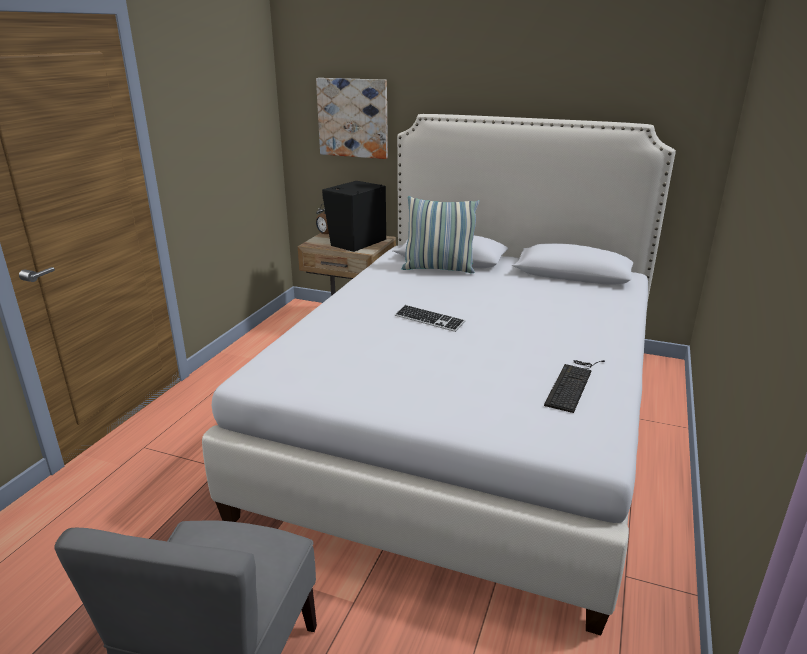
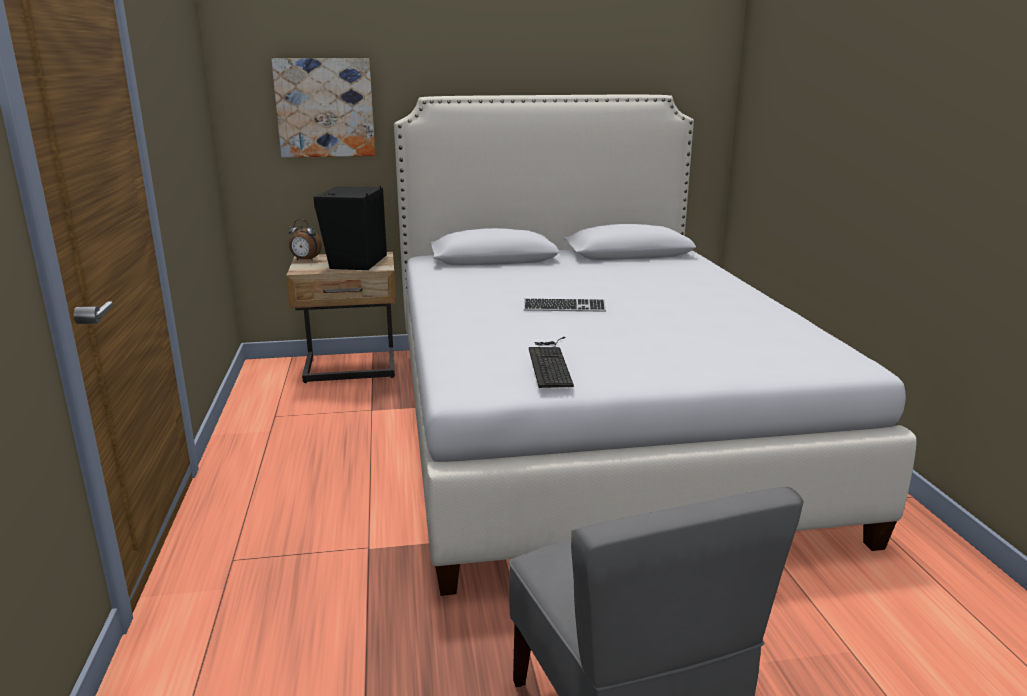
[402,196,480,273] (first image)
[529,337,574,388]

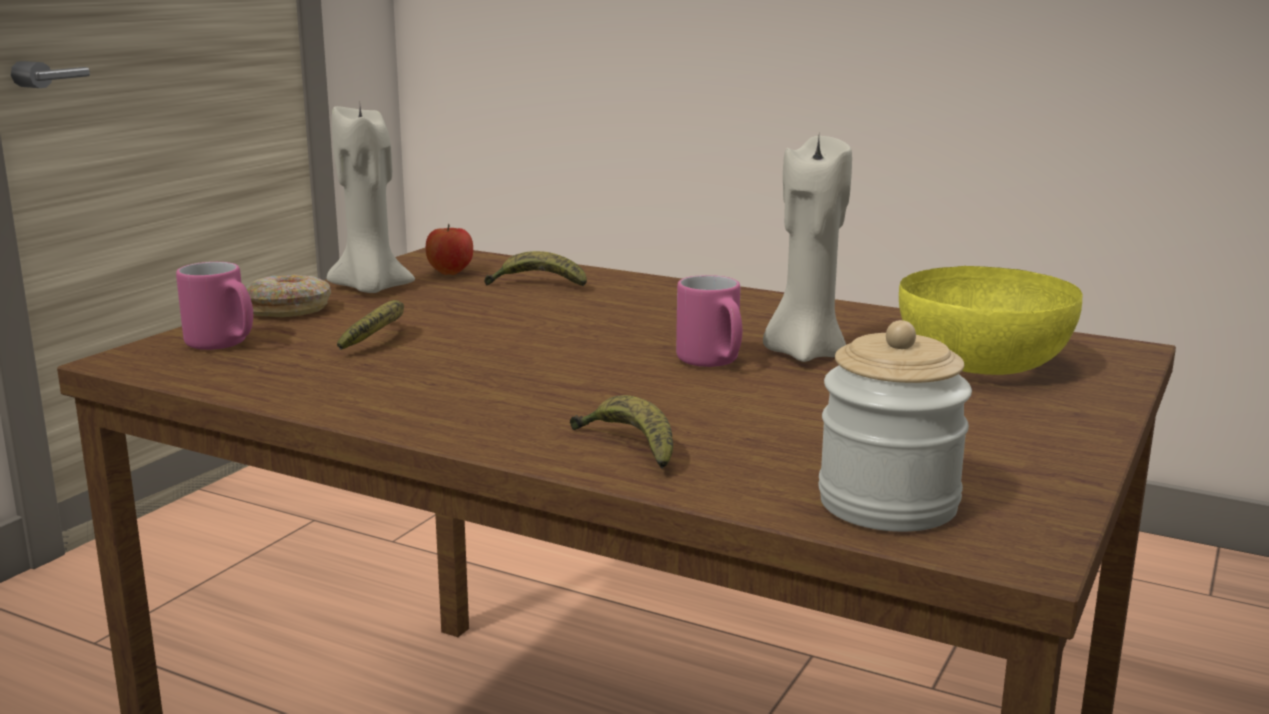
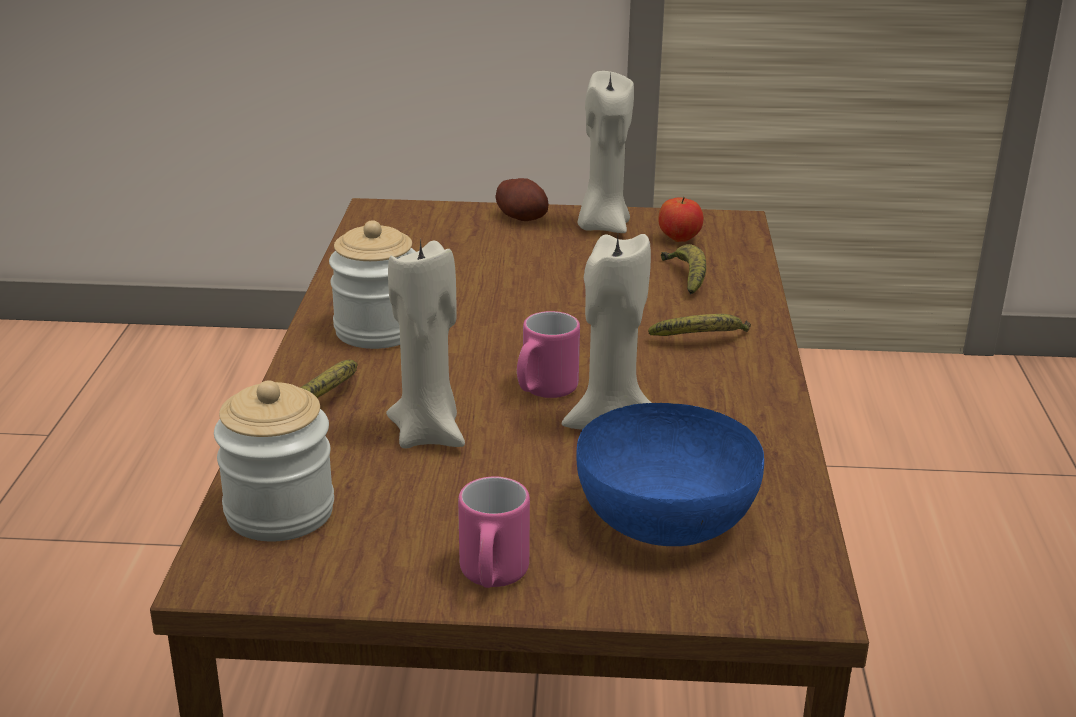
[458,476,530,588]
[495,178,549,221]
[648,314,751,336]
[576,403,764,546]
[329,220,416,349]
[386,239,465,449]

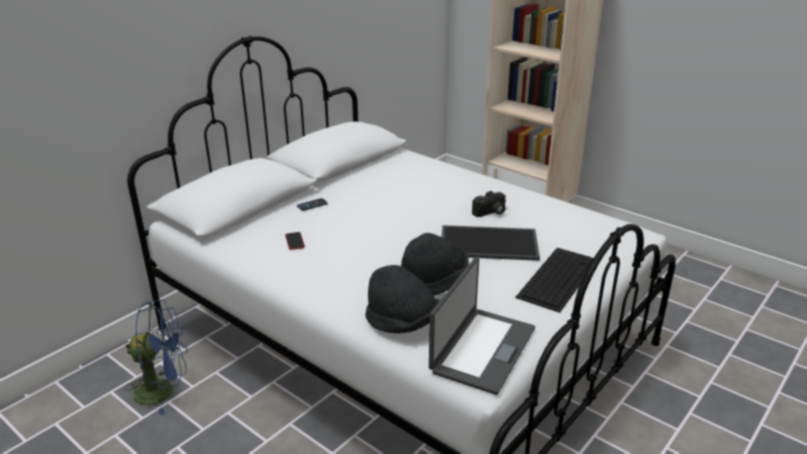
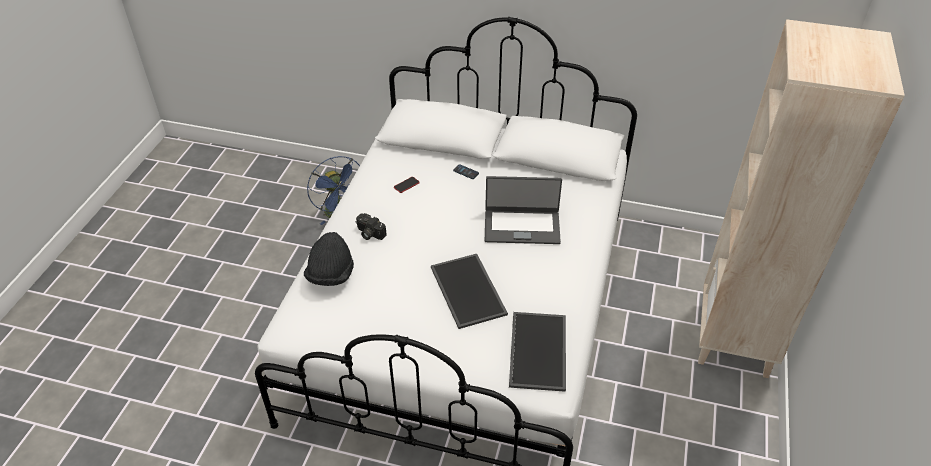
[401,233,469,296] (first image)
[485,176,562,244]
[356,213,387,240]
[515,248,594,313] (first image)
[509,312,566,392]

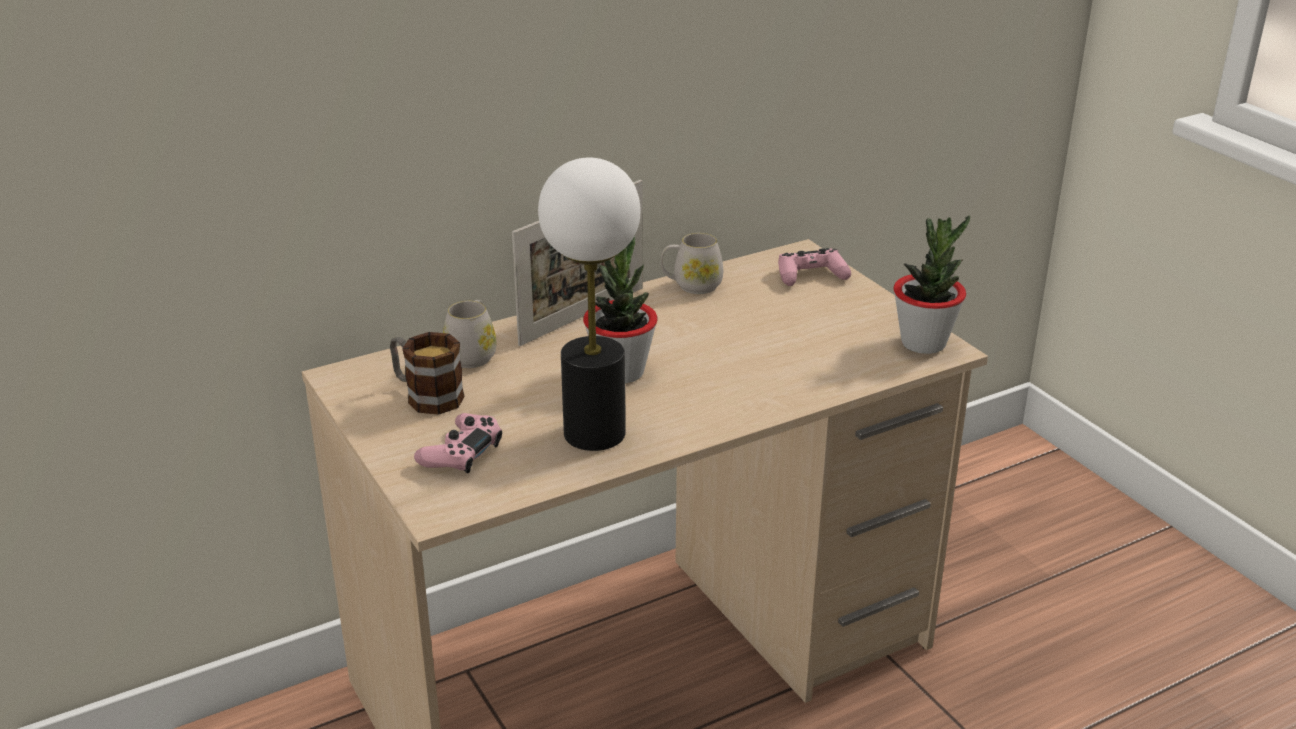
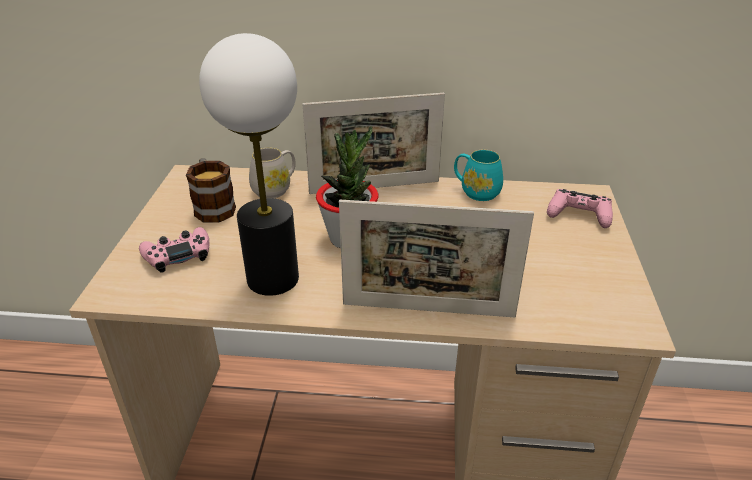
[454,150,503,201]
[894,215,970,354] (first image)
[339,200,534,317]

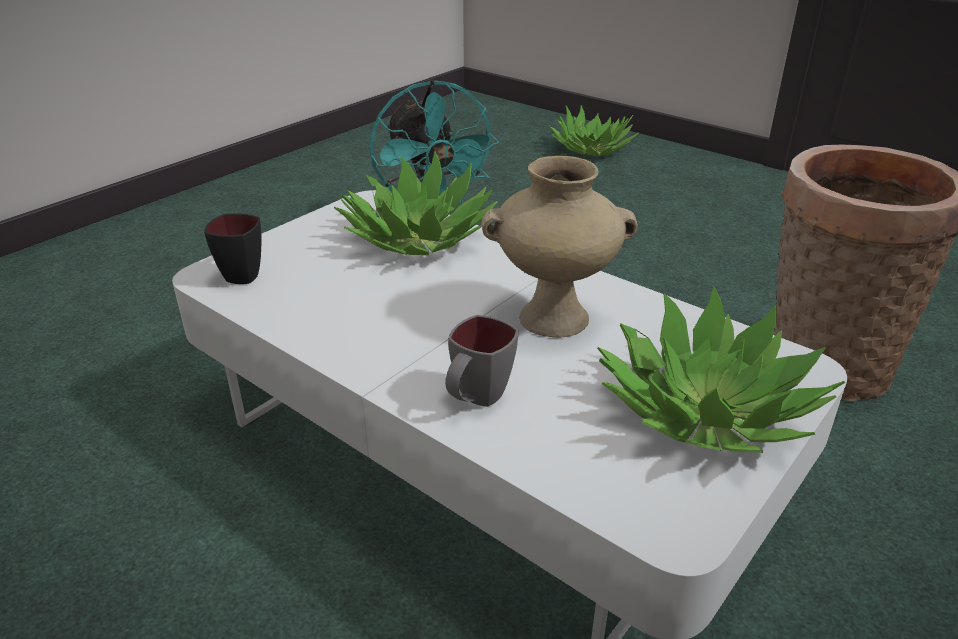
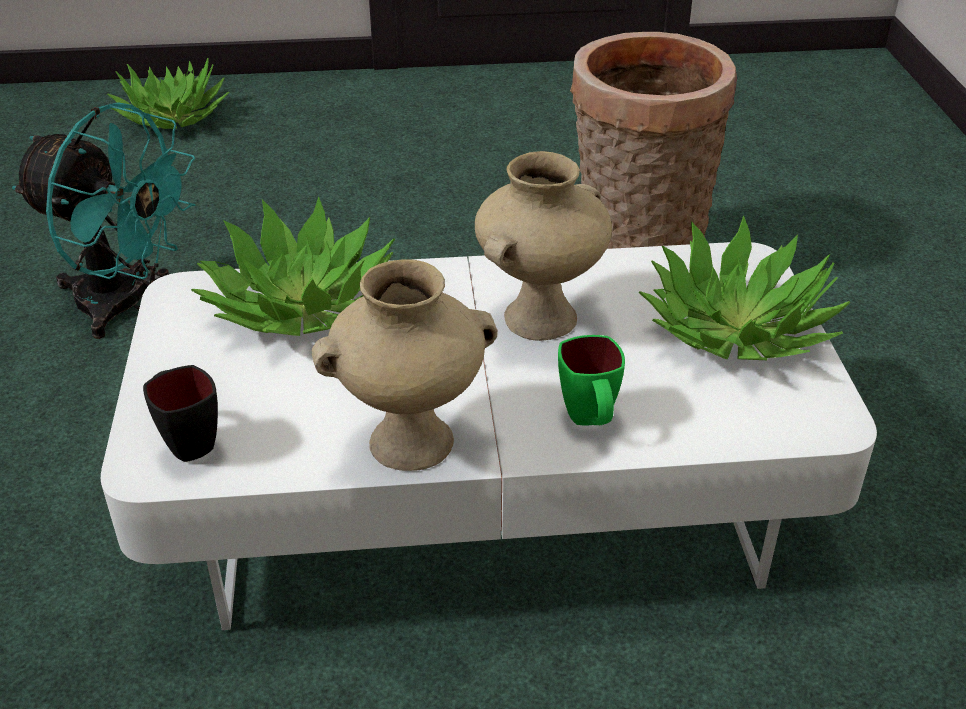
[558,335,625,426]
[312,259,497,471]

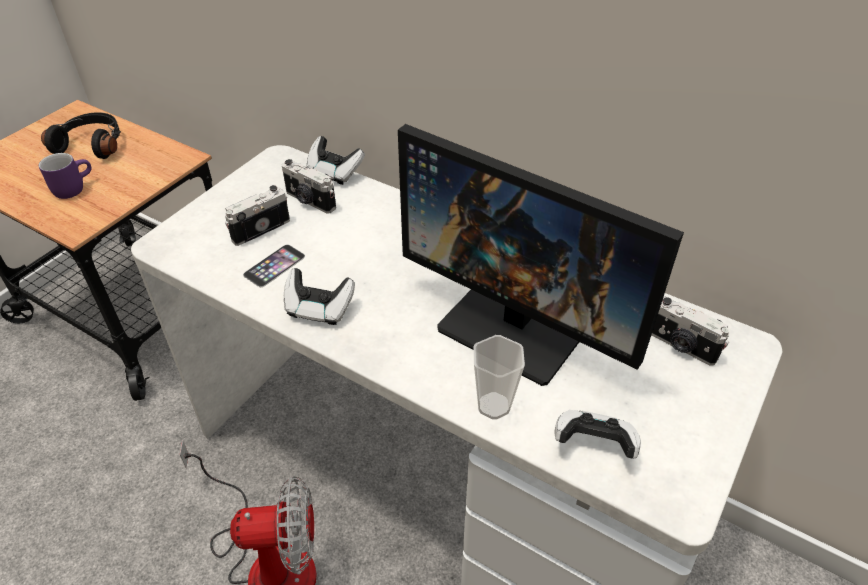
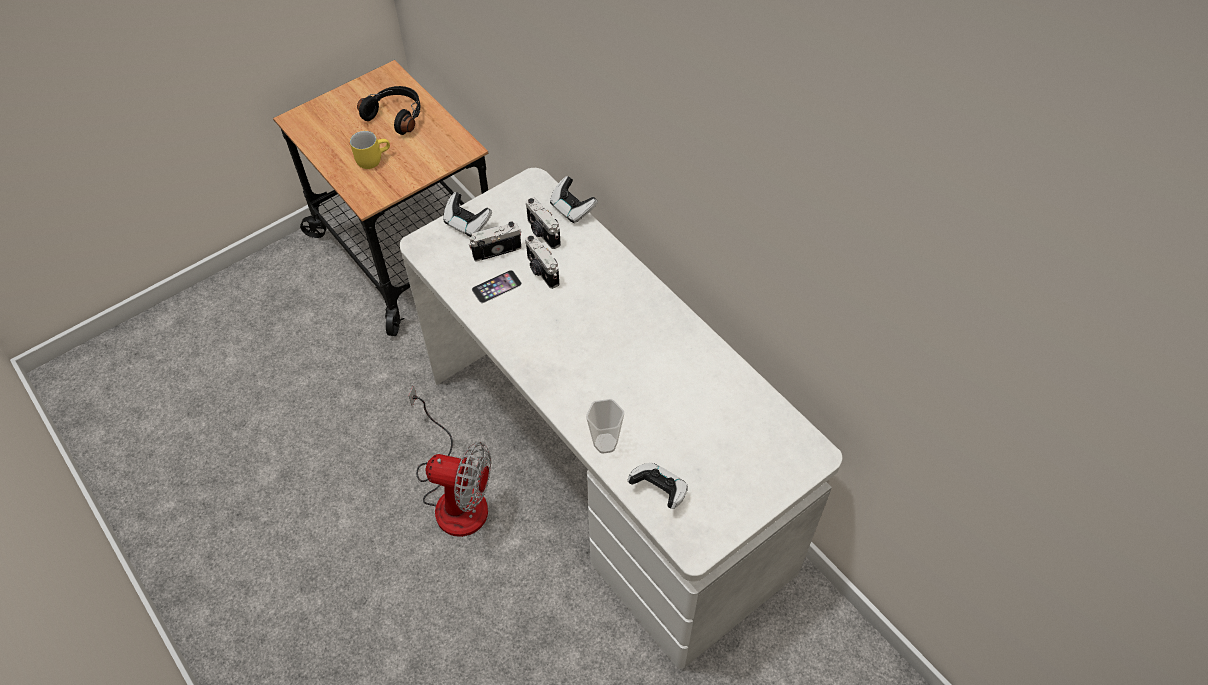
[350,131,390,169]
[443,192,492,237]
[398,124,684,386] (first image)
[525,234,559,289]

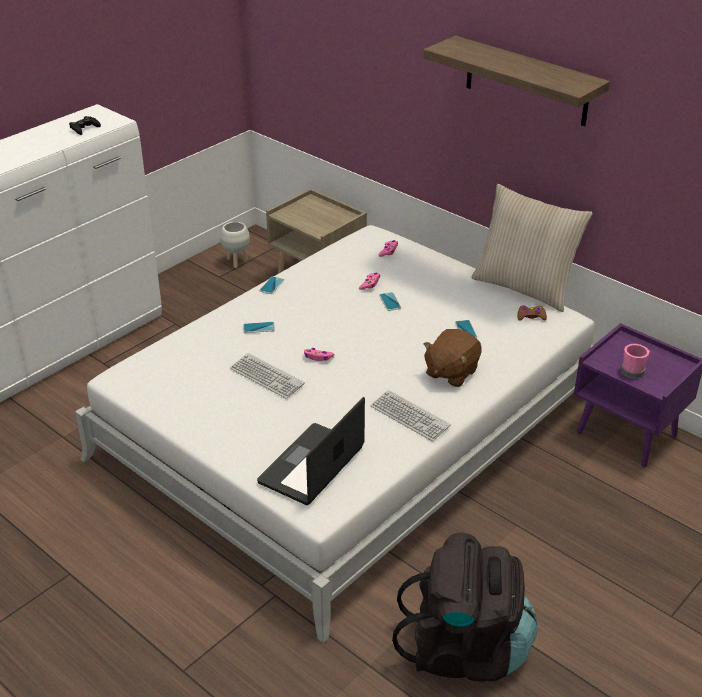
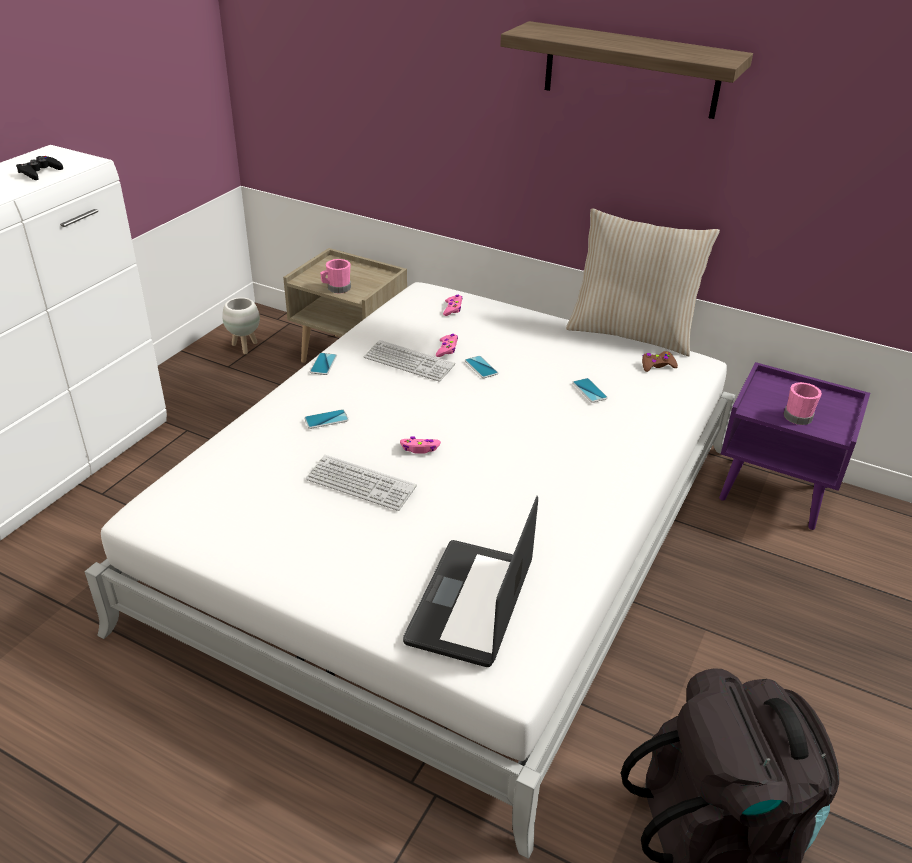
[364,340,455,382]
[423,329,482,387] (first image)
[320,259,351,294]

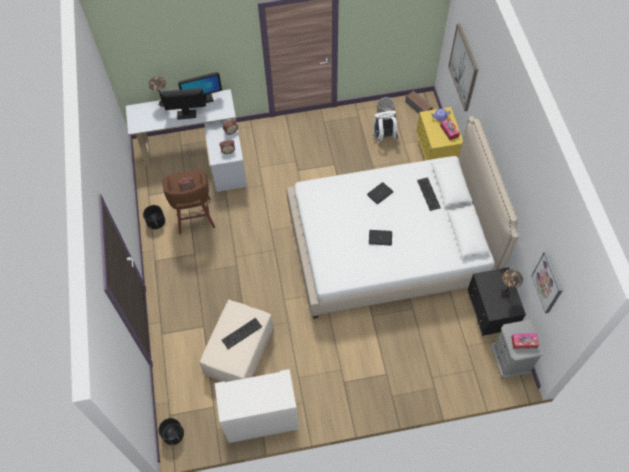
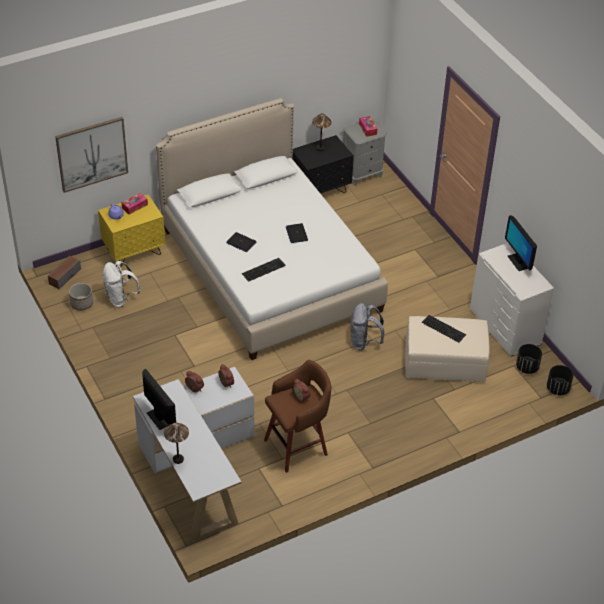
[516,344,542,374]
[505,215,537,271]
[242,258,286,282]
[531,251,563,313] (first image)
[351,303,384,351]

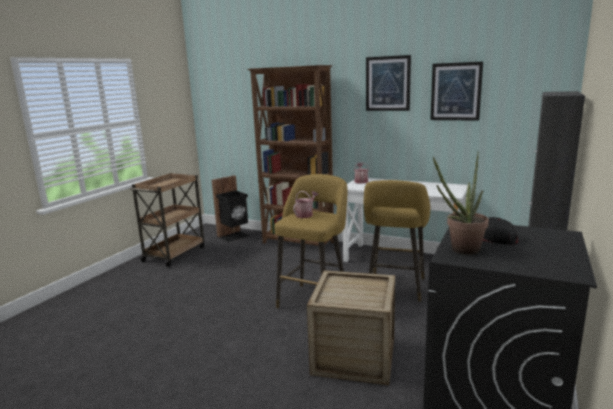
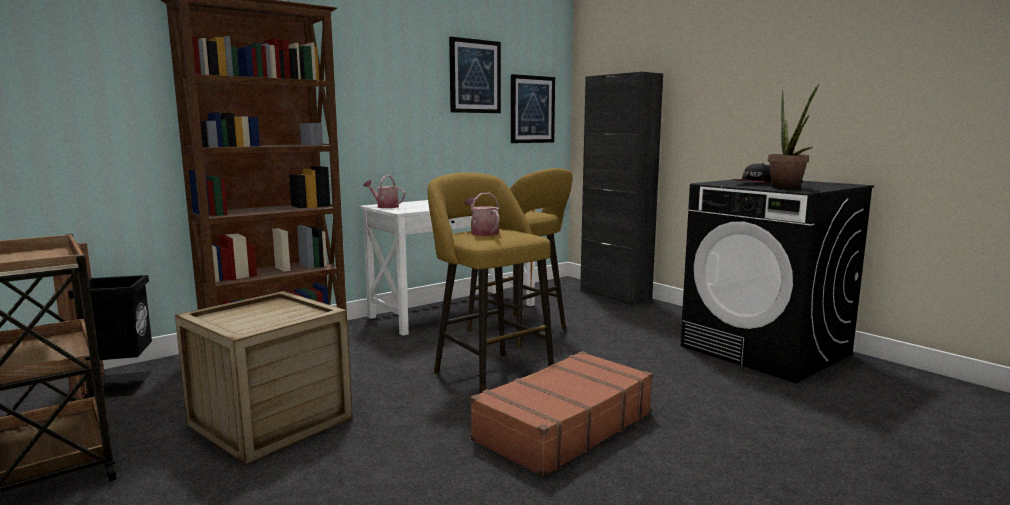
[175,291,353,465]
[511,74,555,143]
[470,351,653,477]

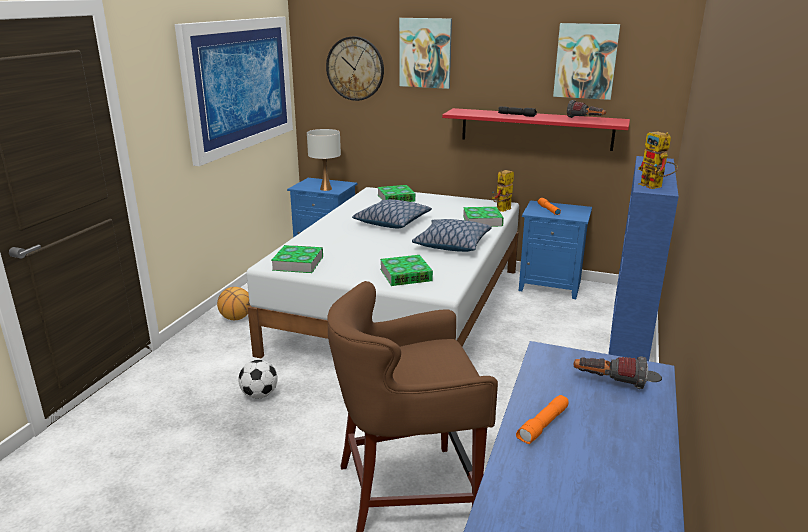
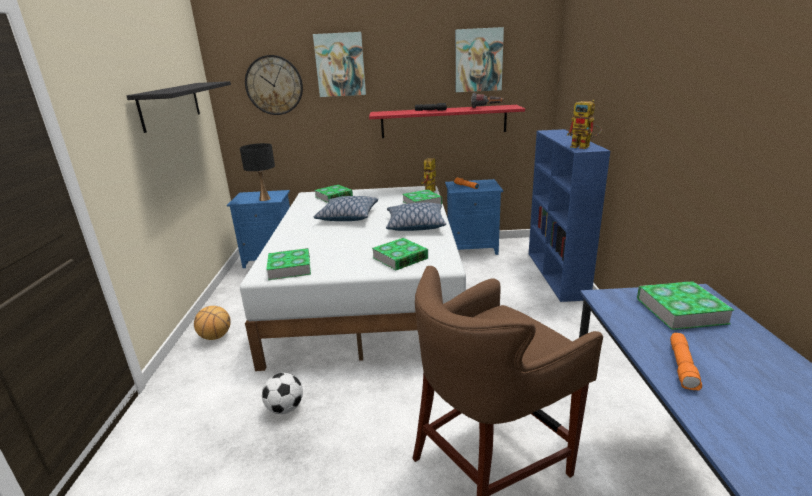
[127,81,231,133]
[240,143,275,201]
[637,281,734,330]

